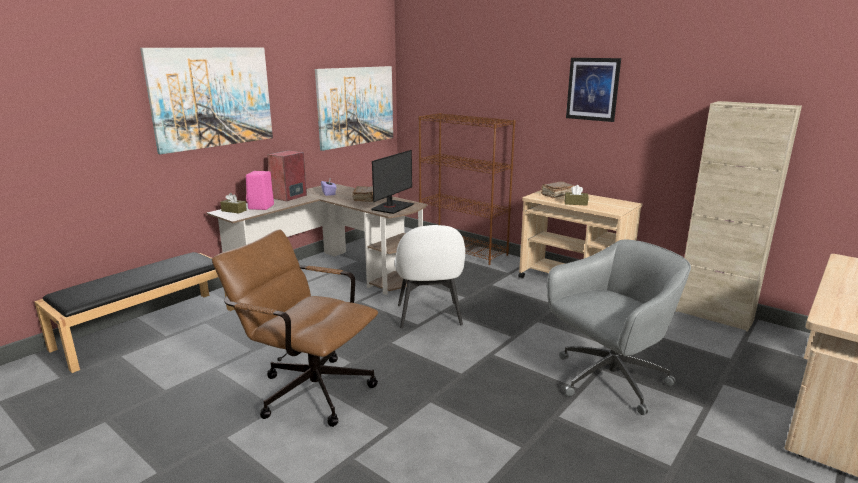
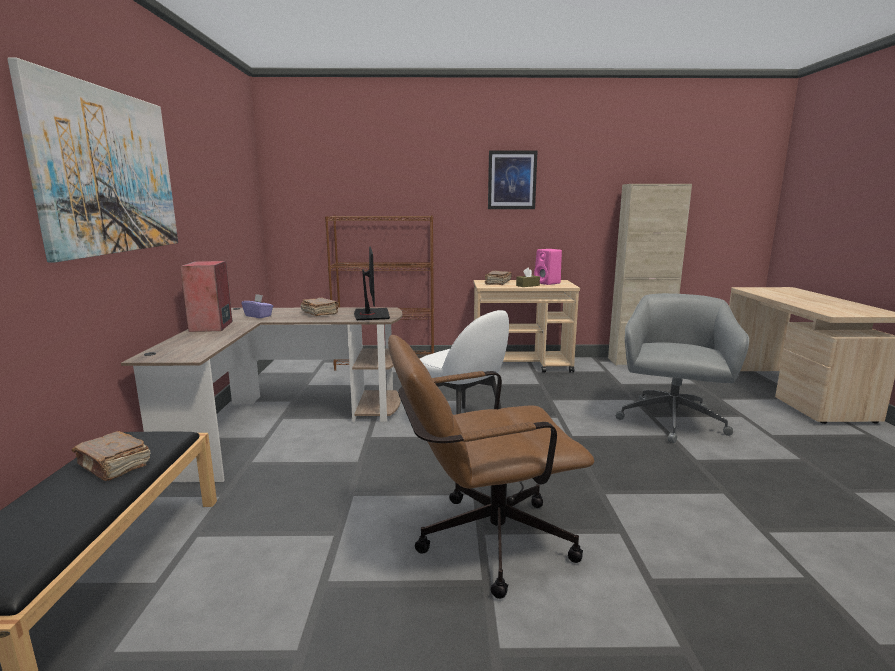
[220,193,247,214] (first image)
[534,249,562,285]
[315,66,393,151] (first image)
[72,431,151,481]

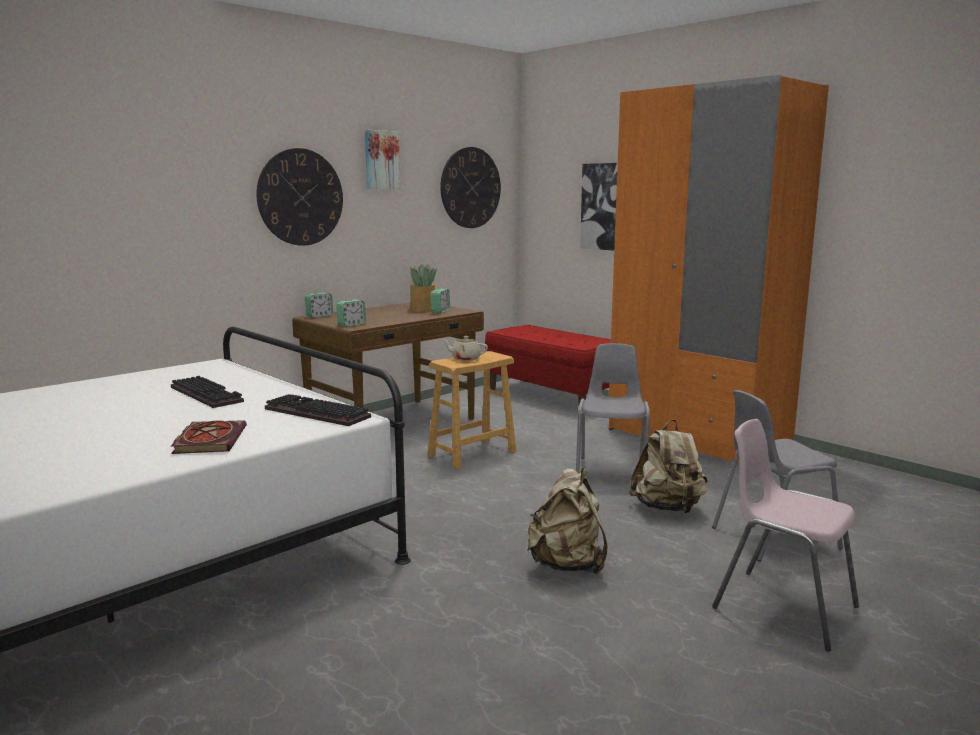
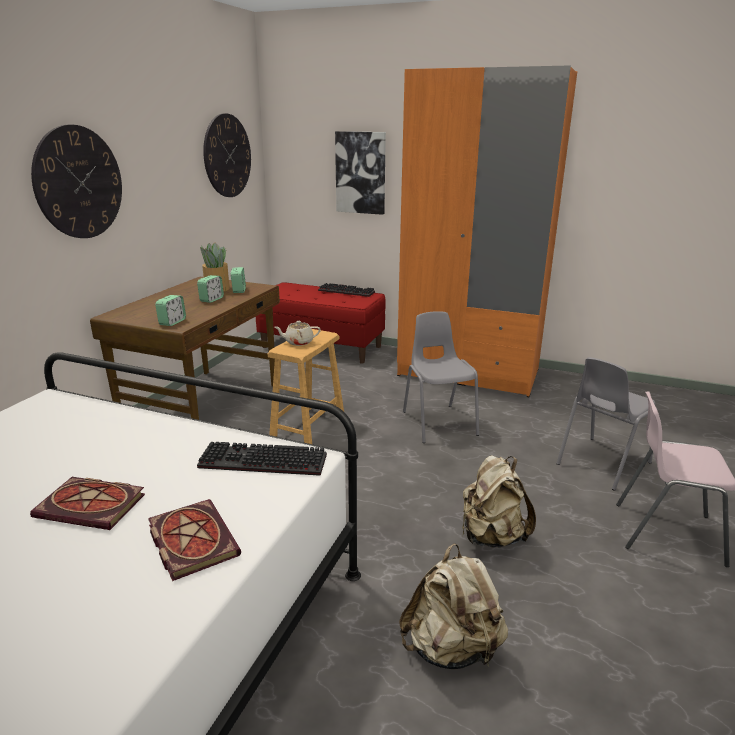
[318,283,375,297]
[197,275,224,303]
[365,130,400,189] (first image)
[399,543,508,669]
[30,477,145,530]

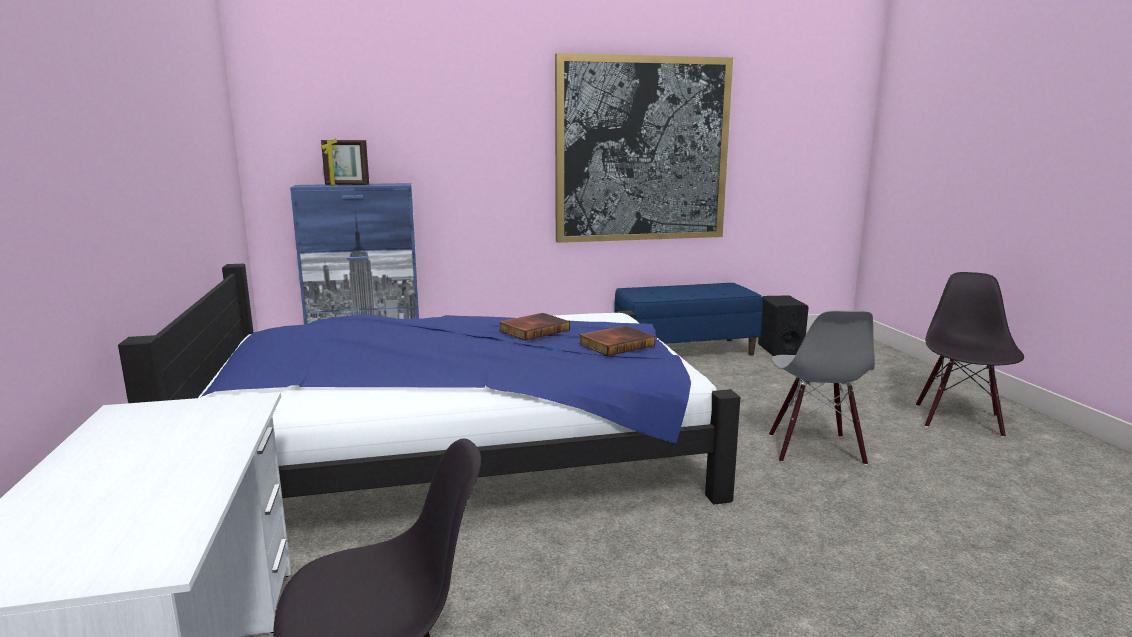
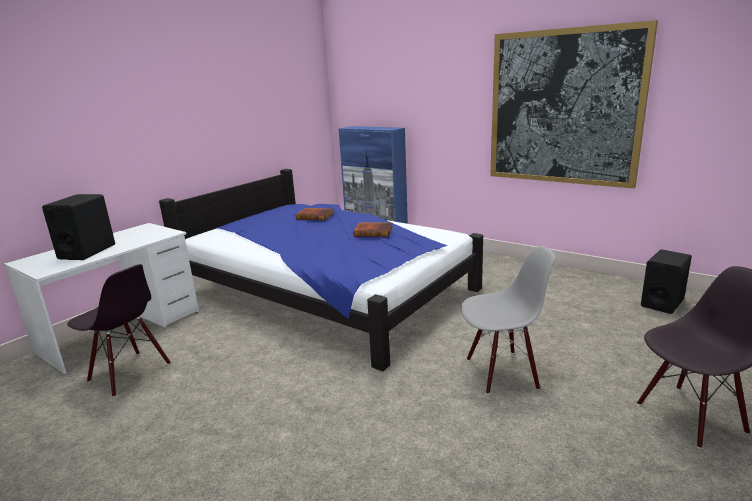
[321,138,369,185] (first image)
[296,208,334,220]
[614,283,763,356] (first image)
[461,246,556,394]
[42,194,115,260]

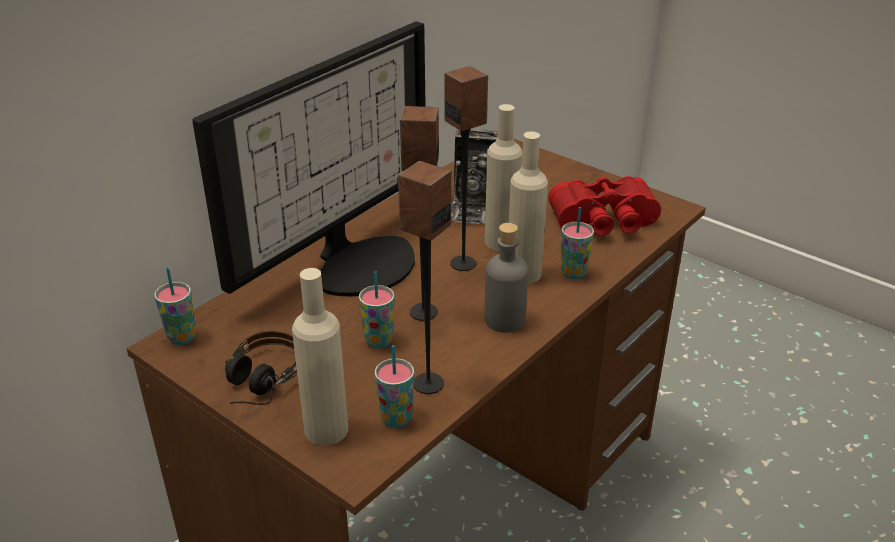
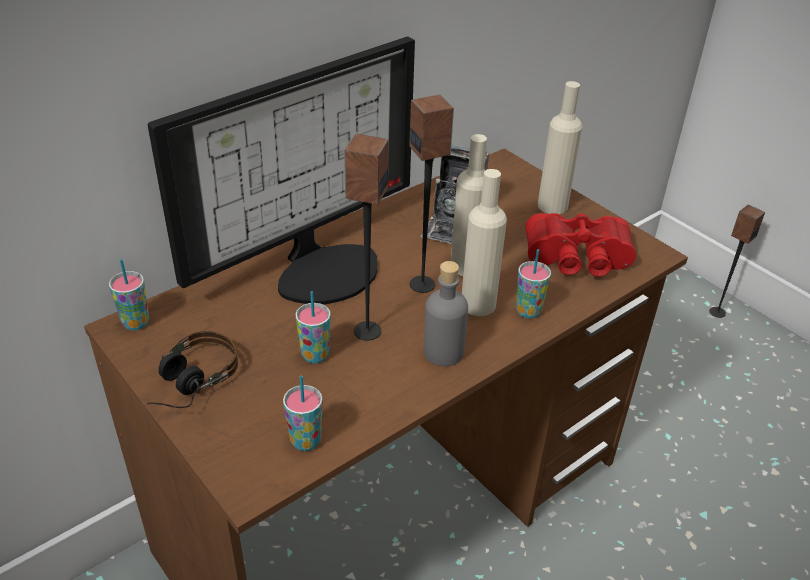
[538,81,582,214]
[709,205,765,318]

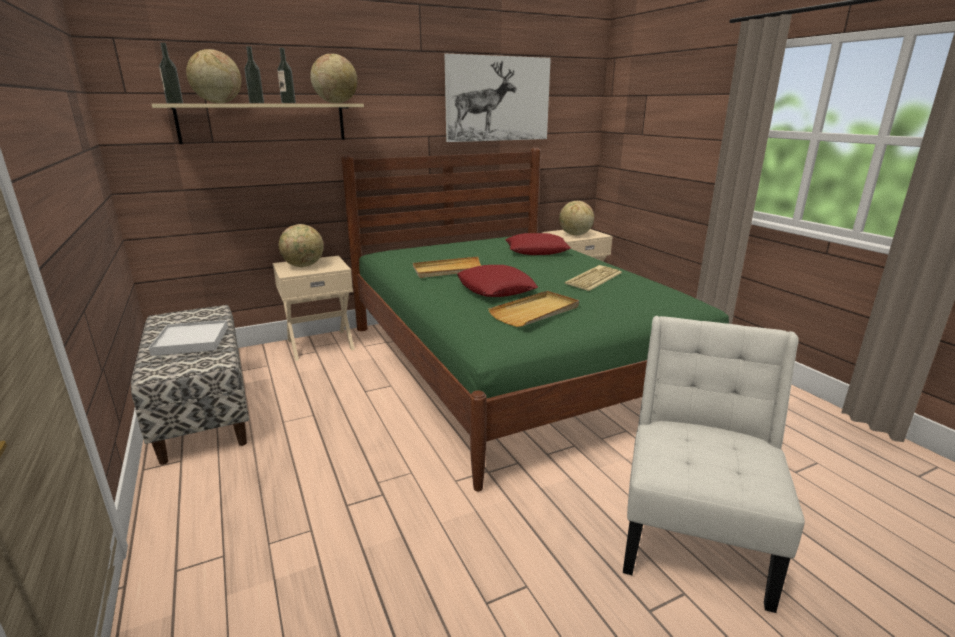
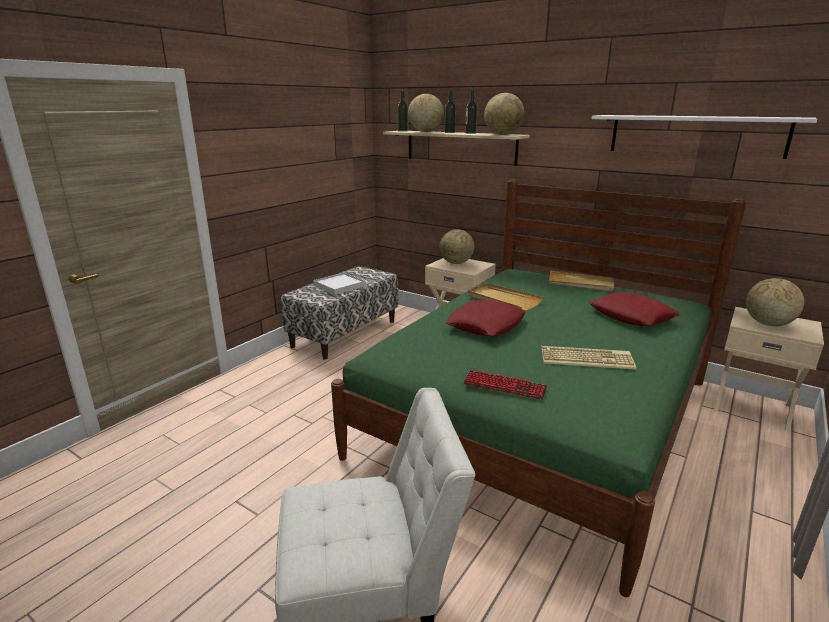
[591,115,817,159]
[549,271,614,291]
[463,370,547,399]

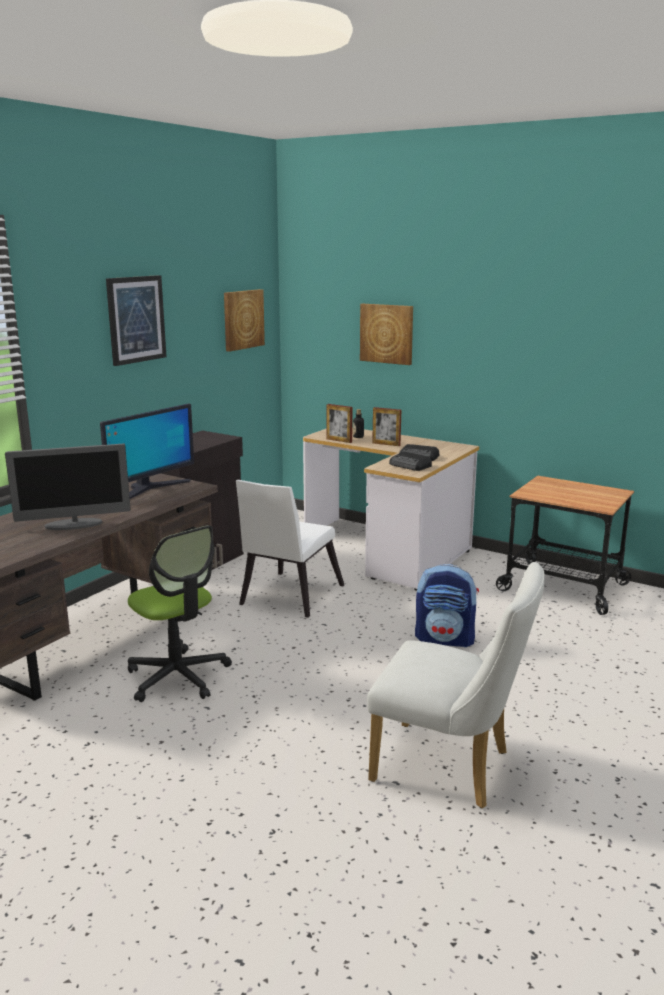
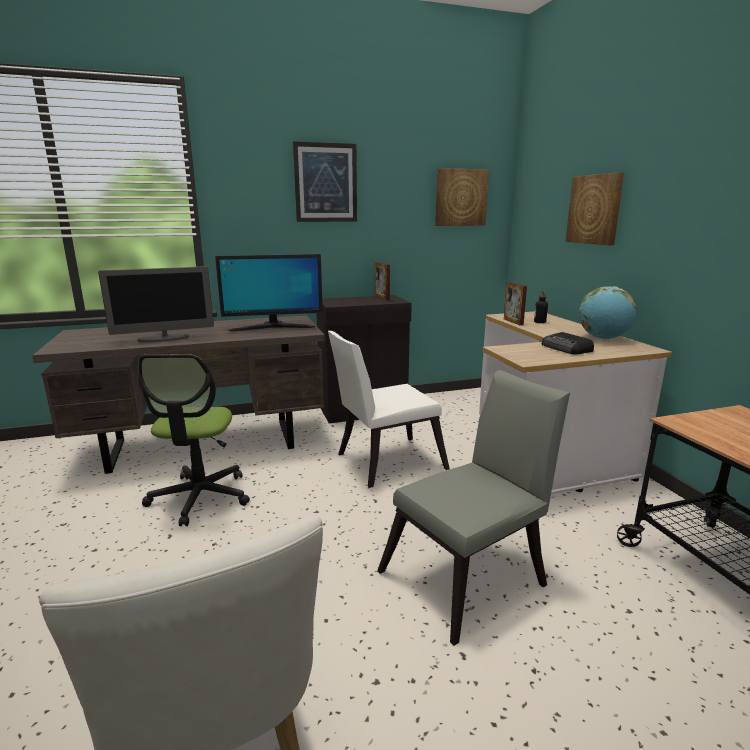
[98,266,214,342]
[375,262,390,300]
[389,451,432,471] (first image)
[377,370,570,646]
[579,286,636,339]

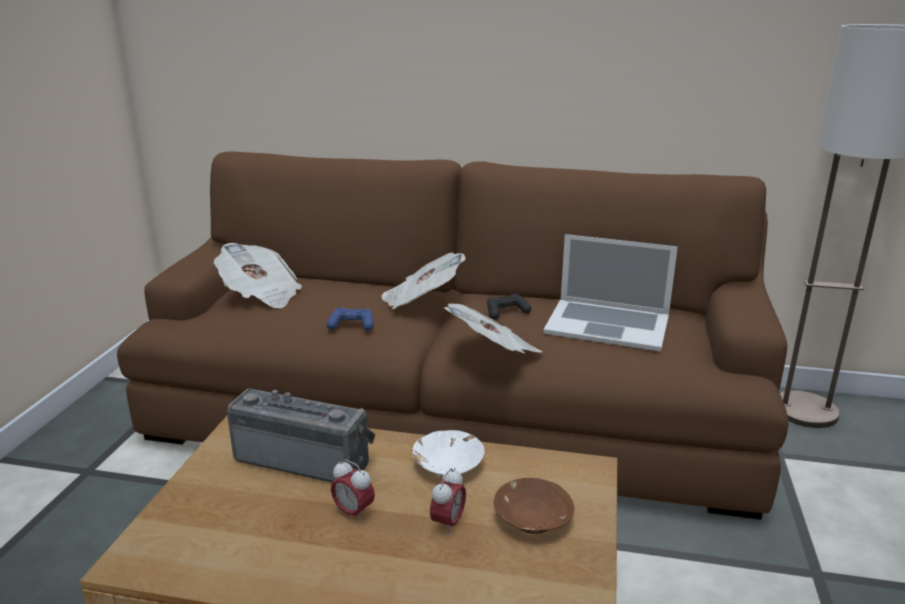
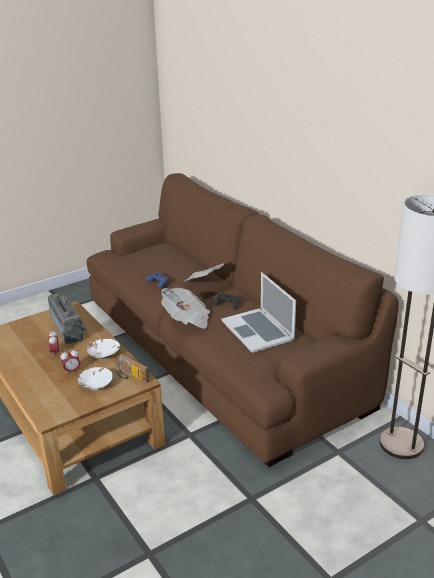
[214,243,302,308] (first image)
[78,367,113,390]
[115,354,150,384]

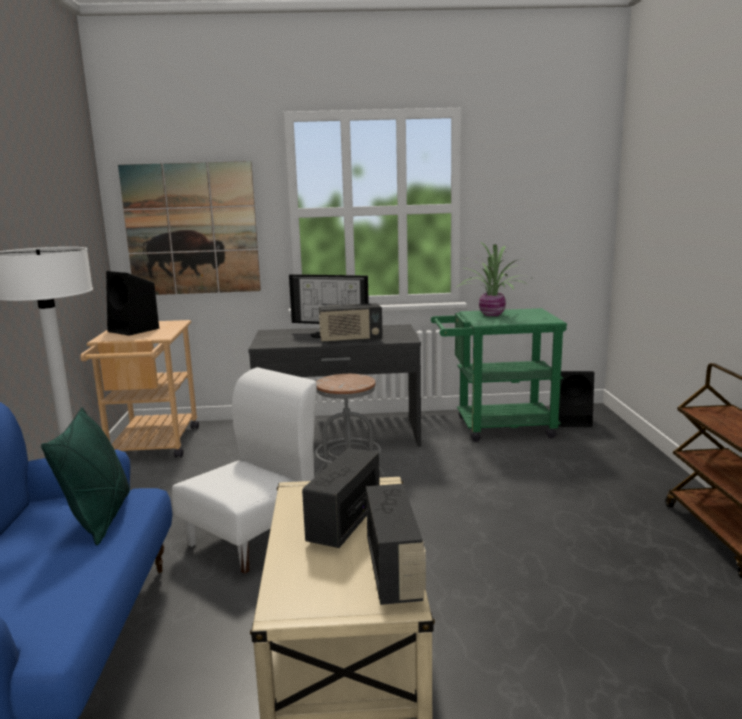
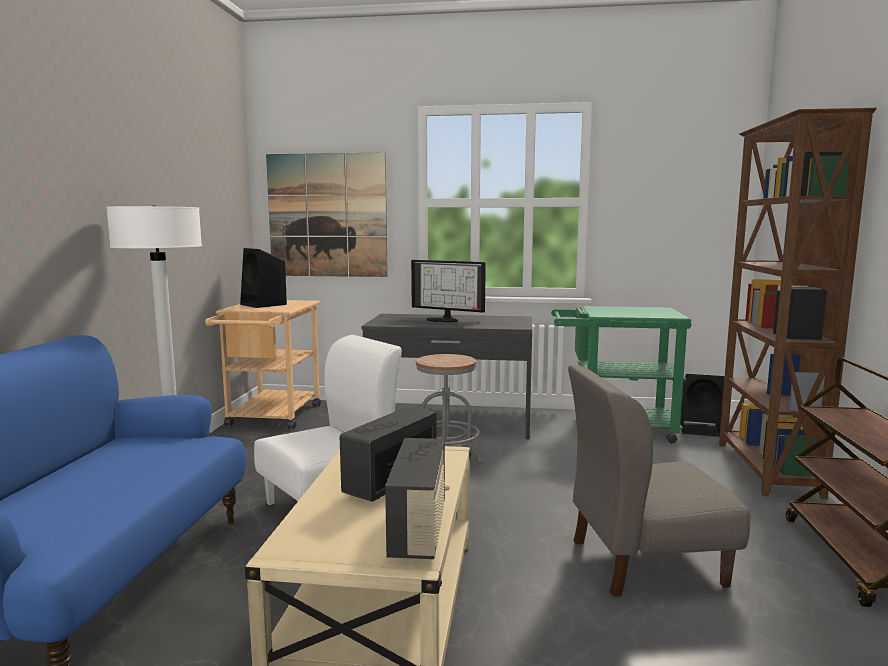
[41,407,130,546] (first image)
[319,303,383,344] (first image)
[457,242,529,316] (first image)
[568,365,750,597]
[719,108,877,499]

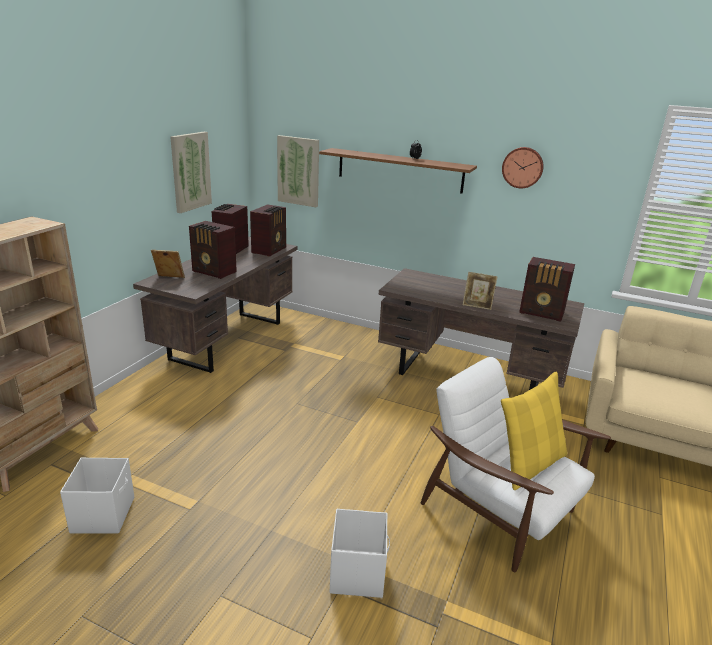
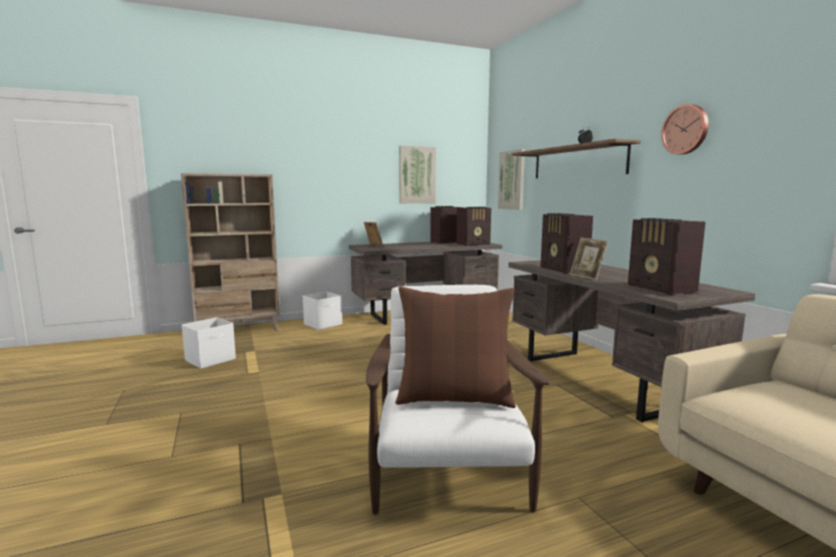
[541,213,593,274]
[303,292,342,330]
[395,287,516,408]

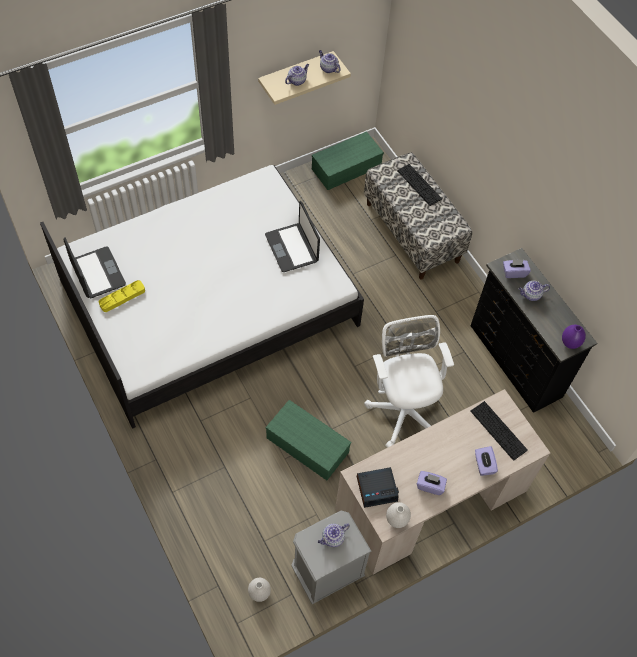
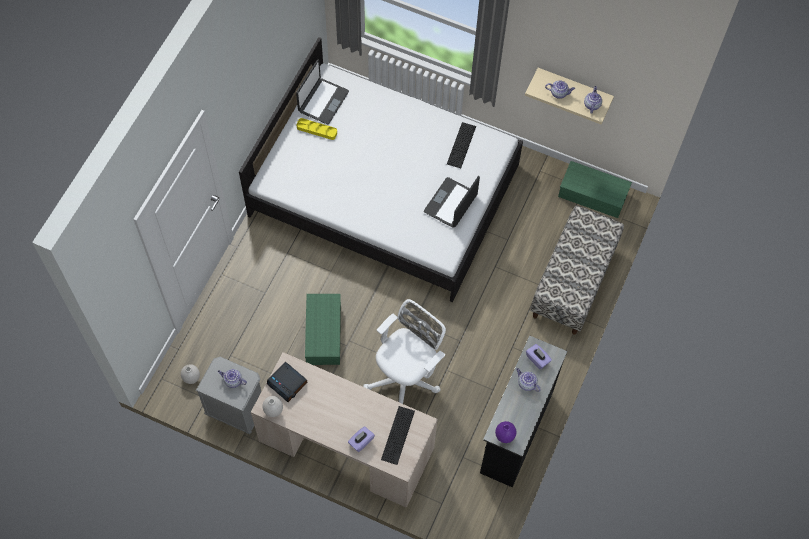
[447,122,476,168]
[417,471,447,495] (first image)

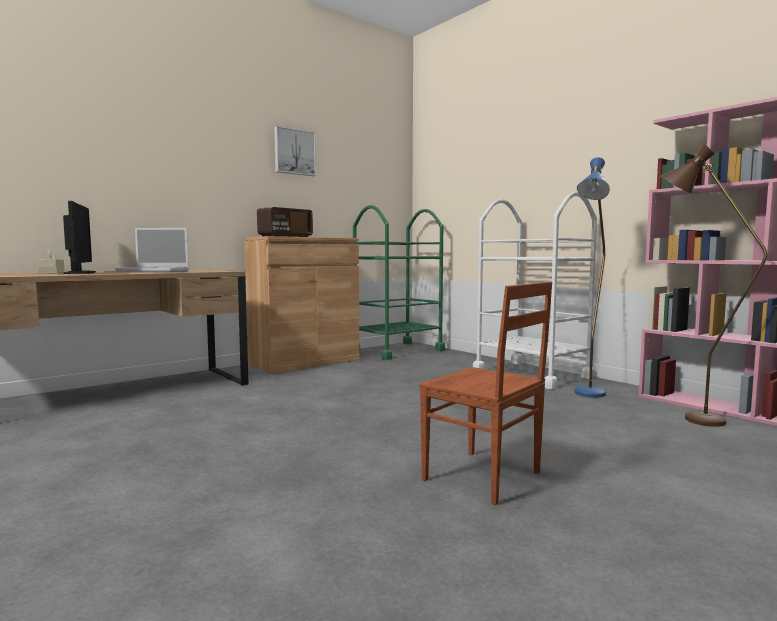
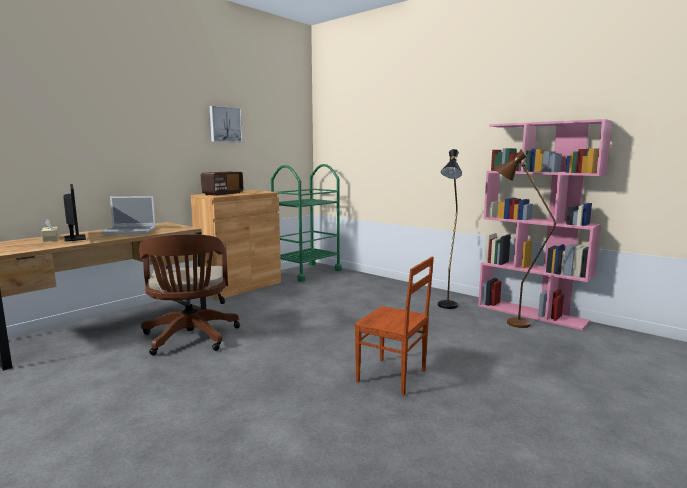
[473,192,597,389] (first image)
[438,149,462,309]
[139,234,240,355]

